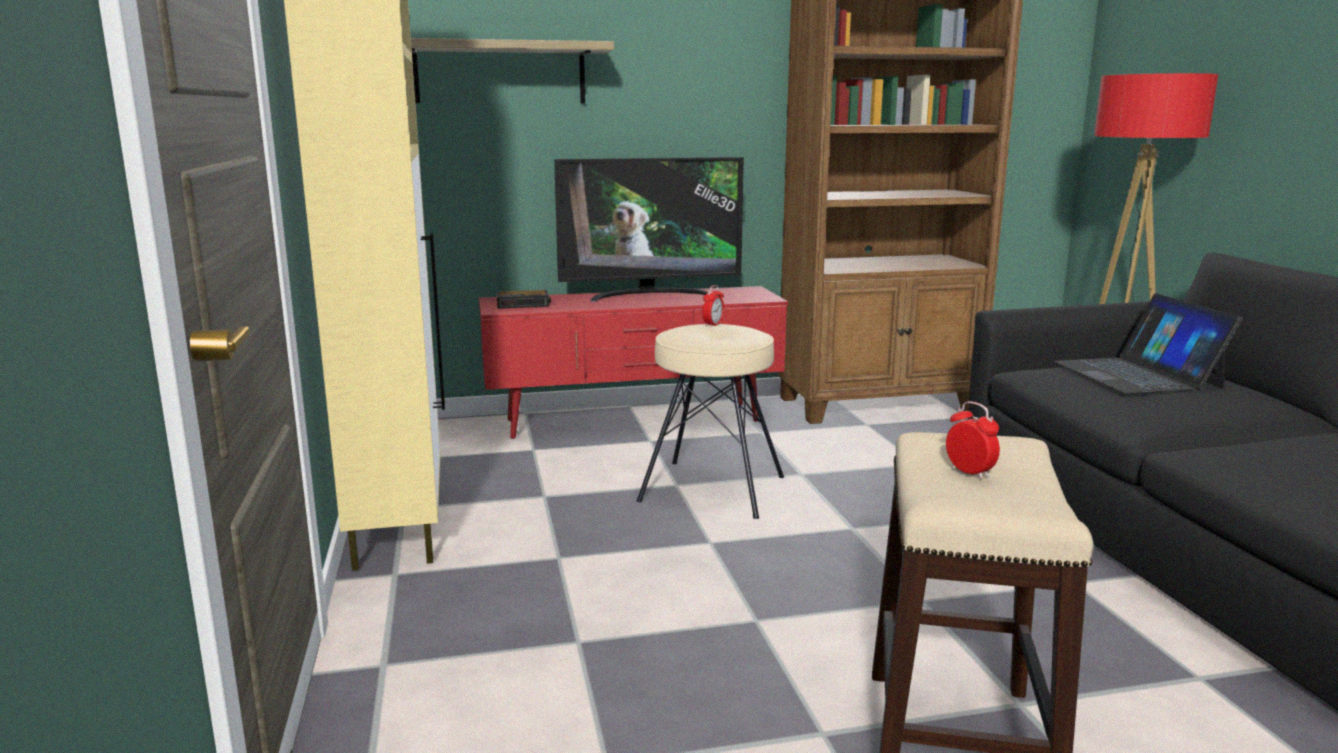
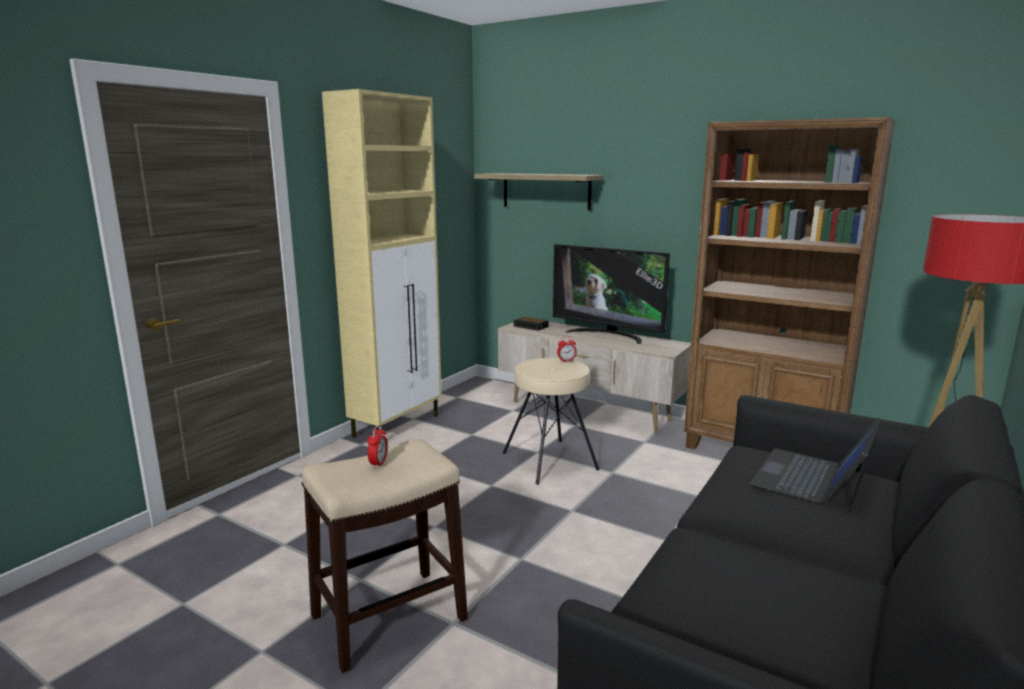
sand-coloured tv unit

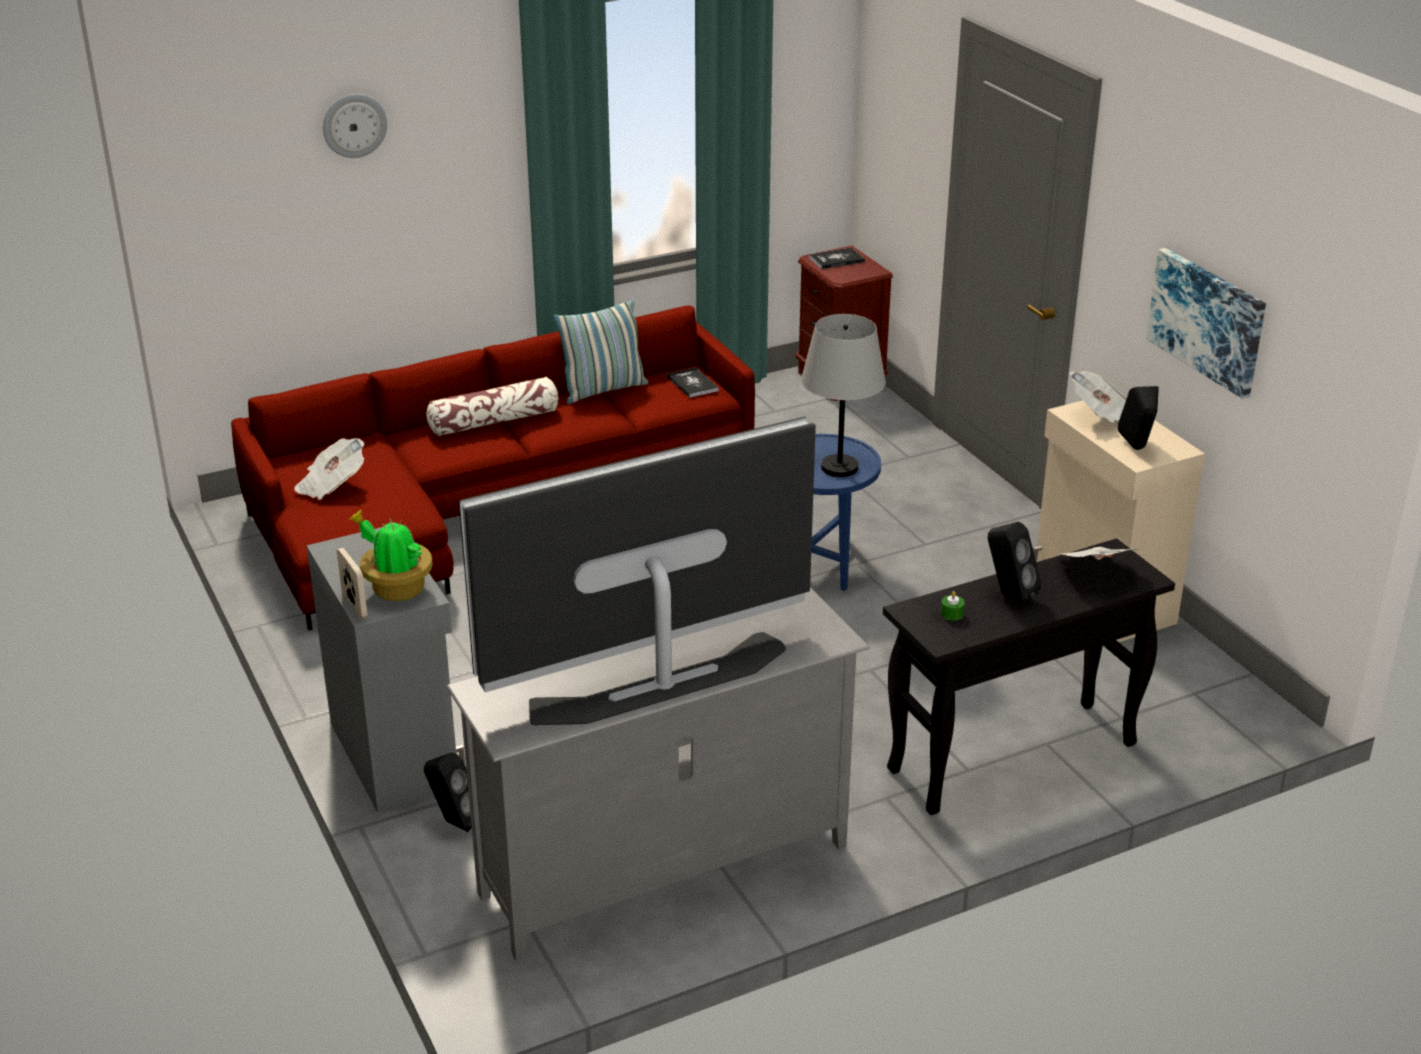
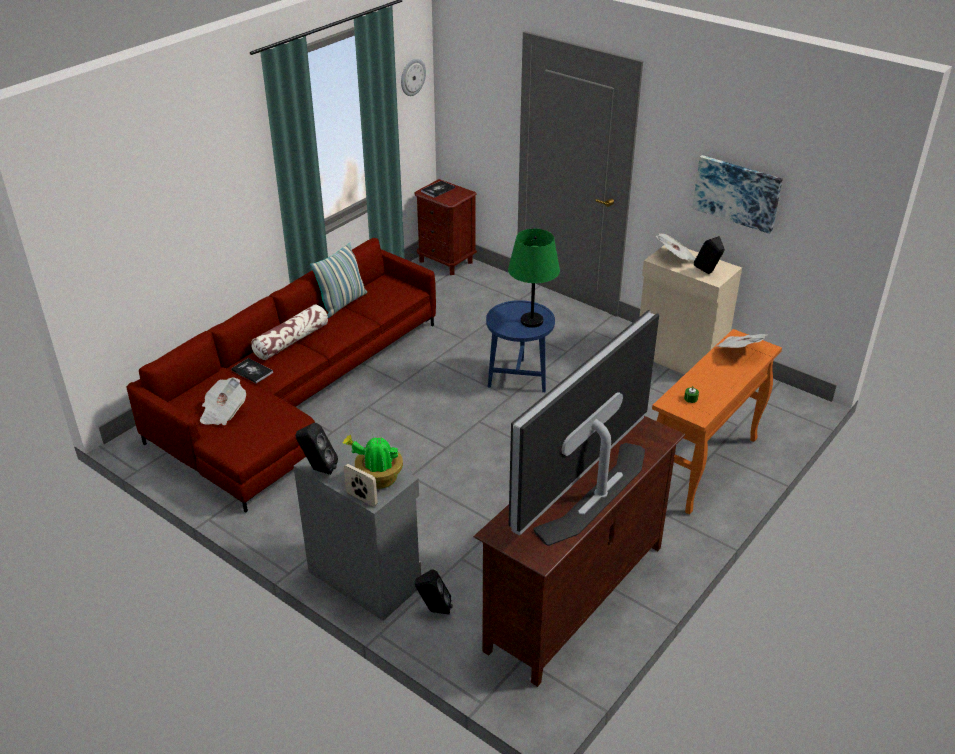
clock on the wall; book (1st from left); blackish audio speaker (1st from left); brownish tv unit; greenish table lamp; orange-coloured hall table

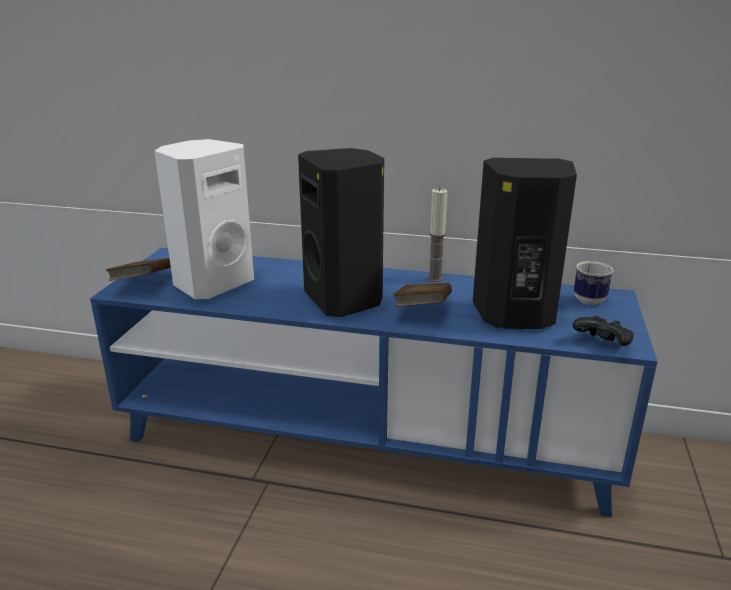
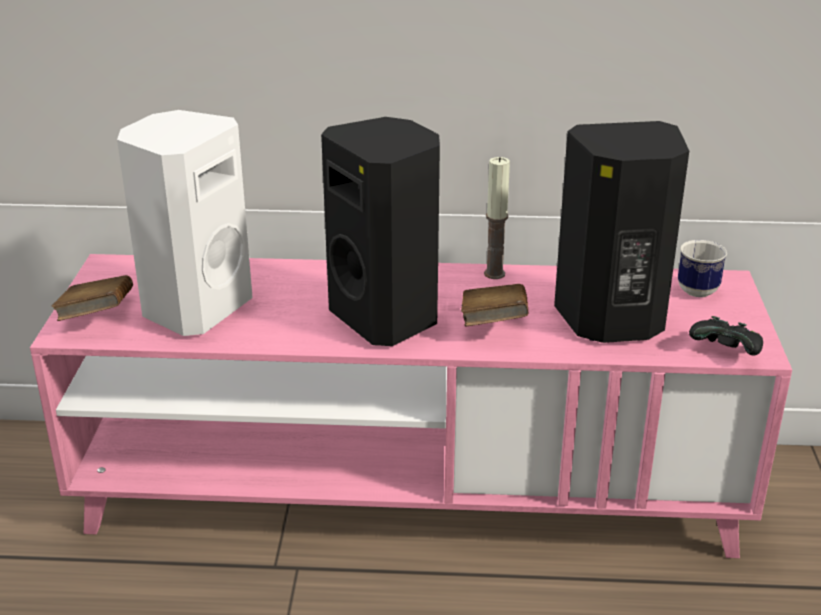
pinkish tv unit

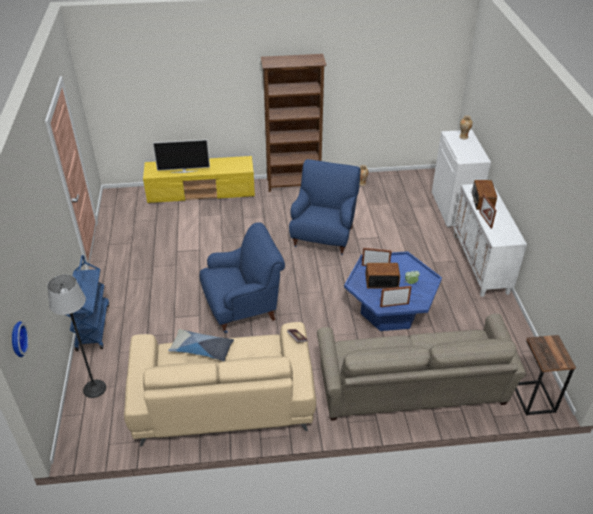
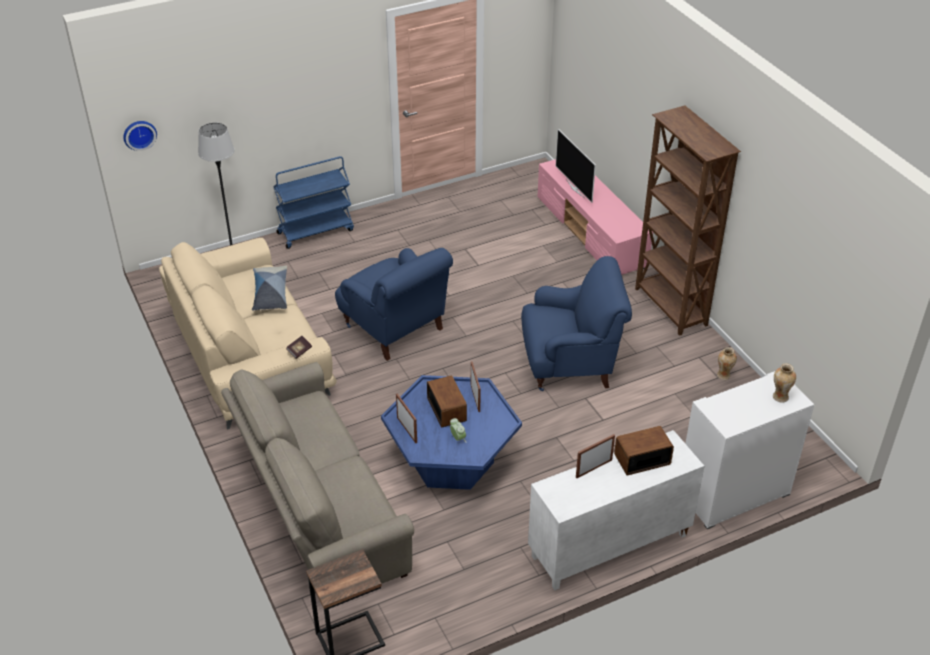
pinkish tv unit

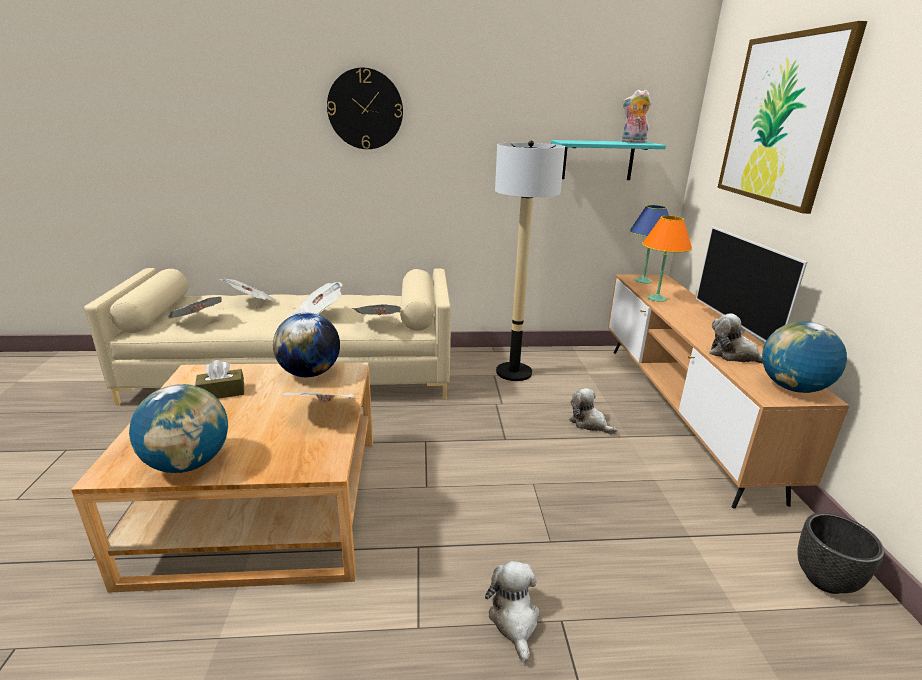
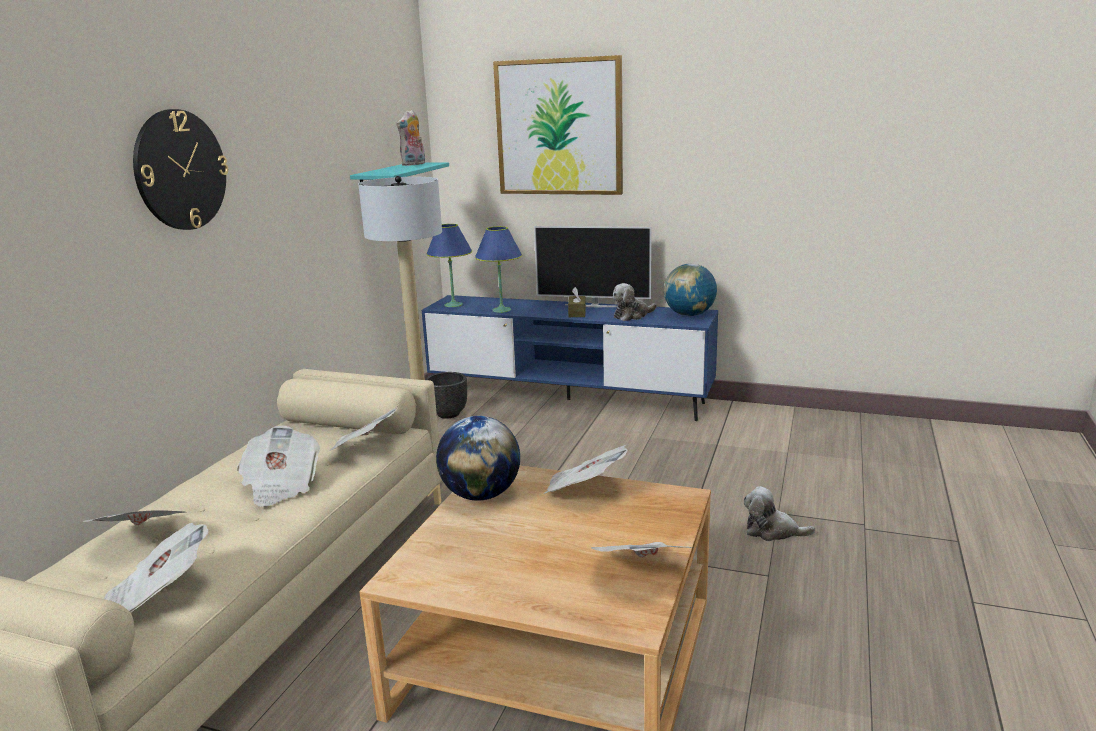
plush toy (2nd from left in the first image); brownish box of tissues; blackish flower pot; daily paper (6th from left); blue tv unit; blue table lamp (2nd from left)

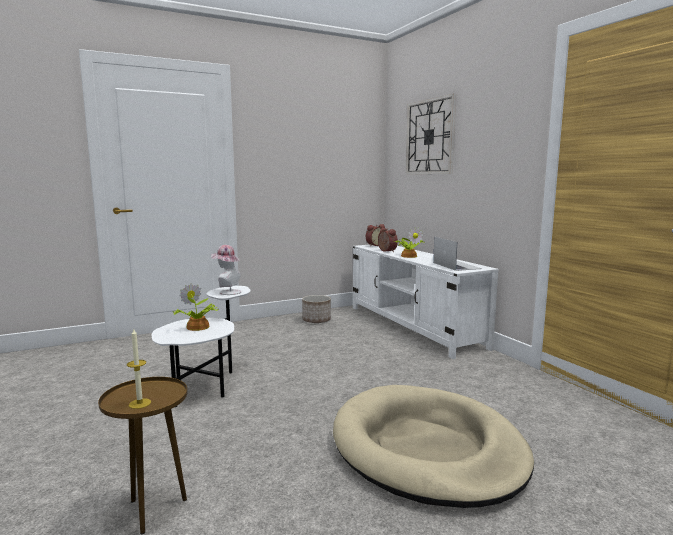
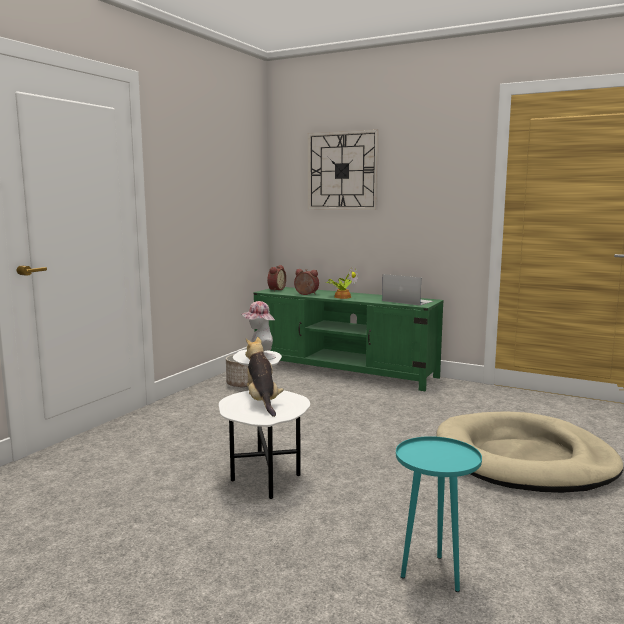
wax candle; plush toy; blue-green end table; greenish tv unit

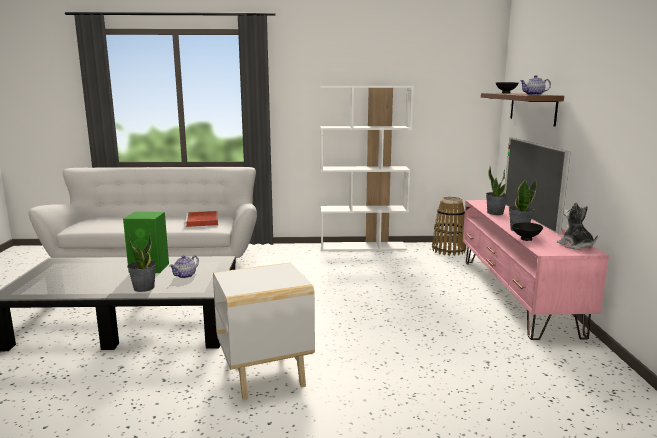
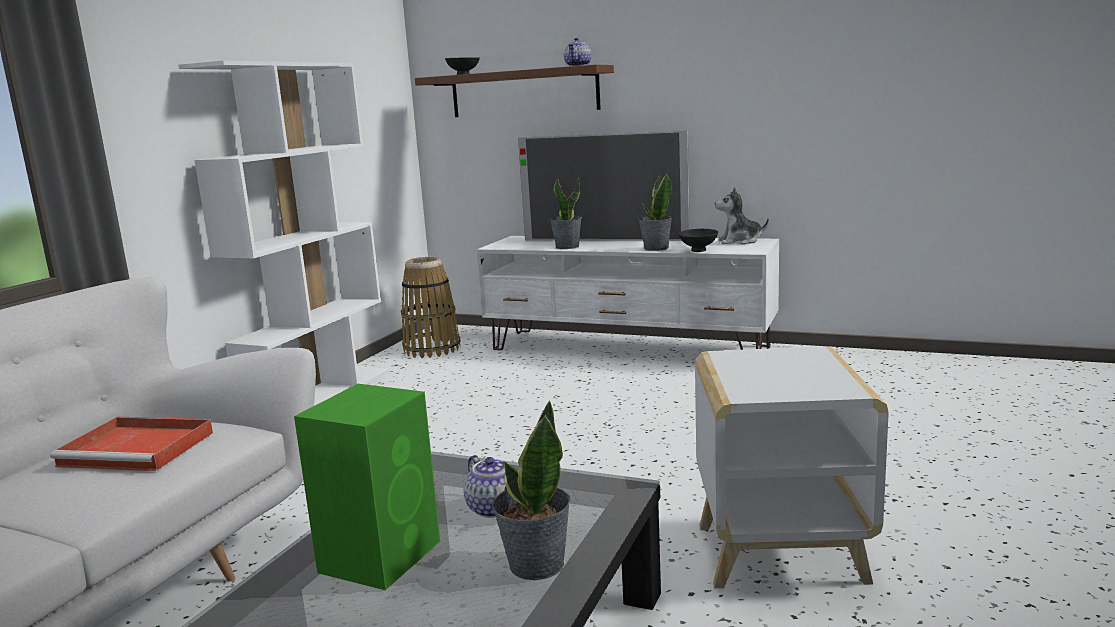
white tv unit

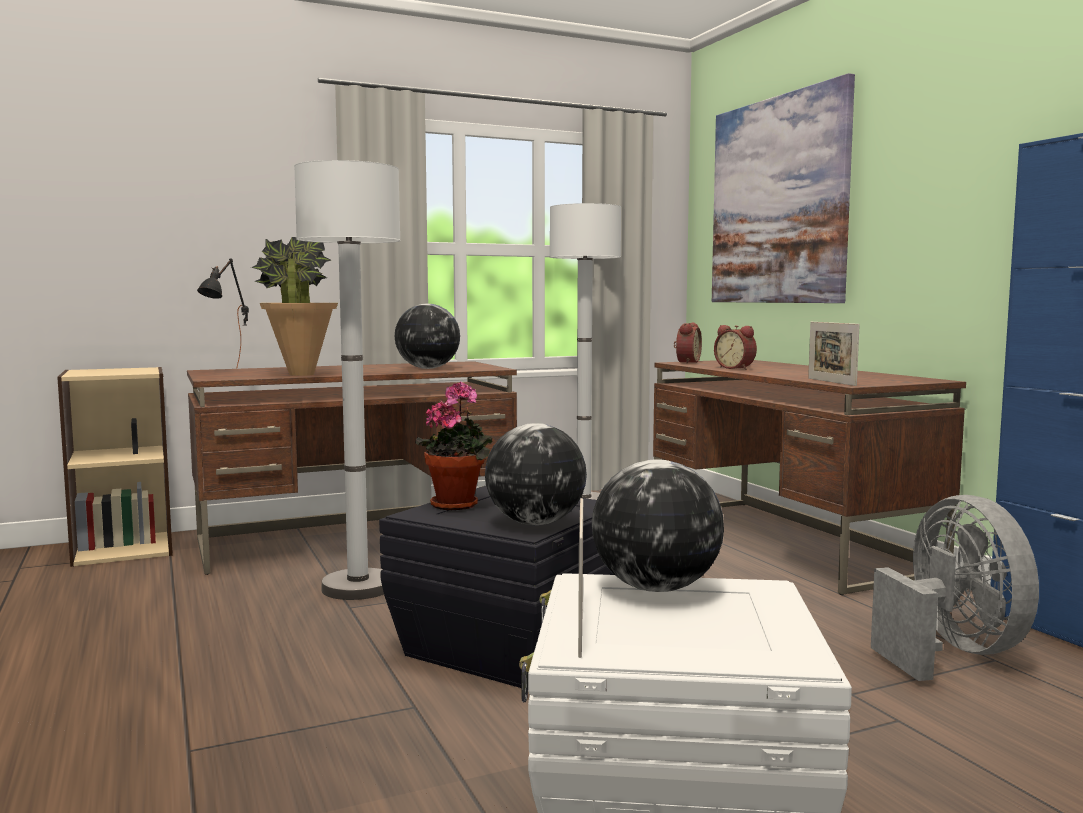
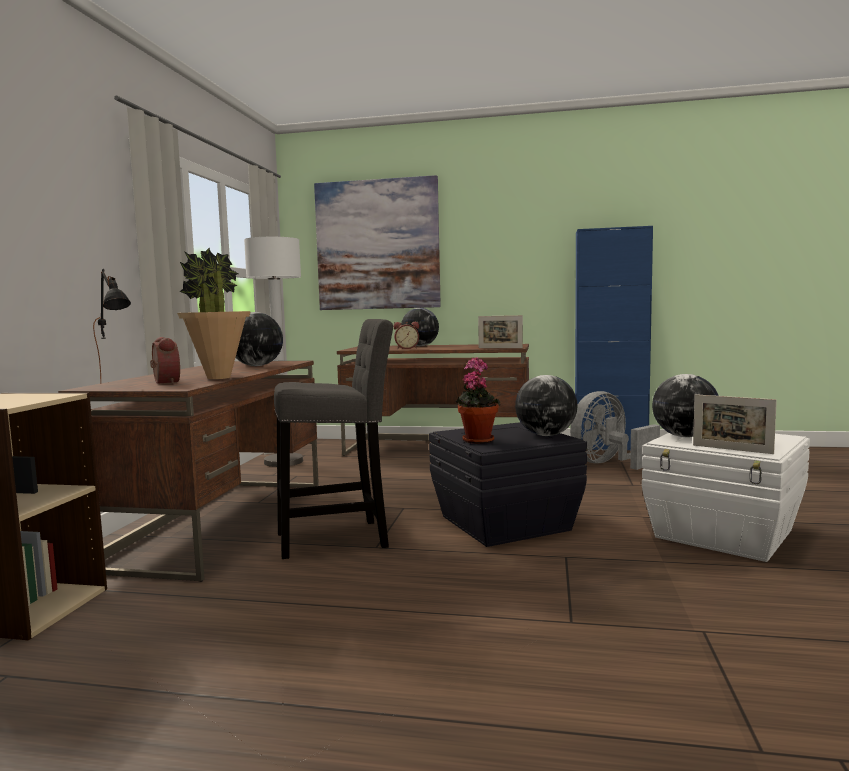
globe (2nd from left); bedside clock (1st from left); gray stool; gray fan

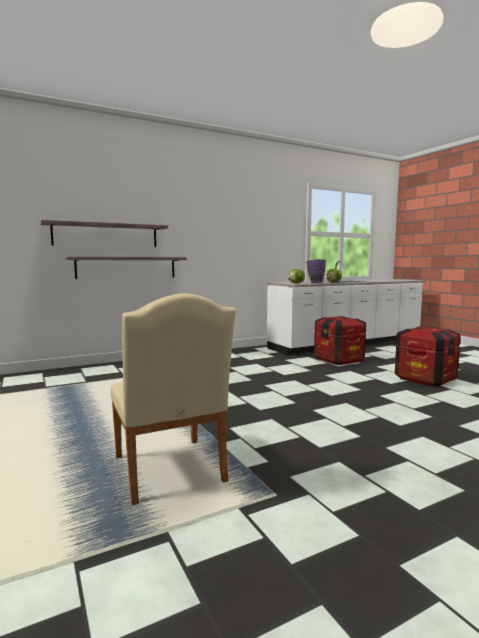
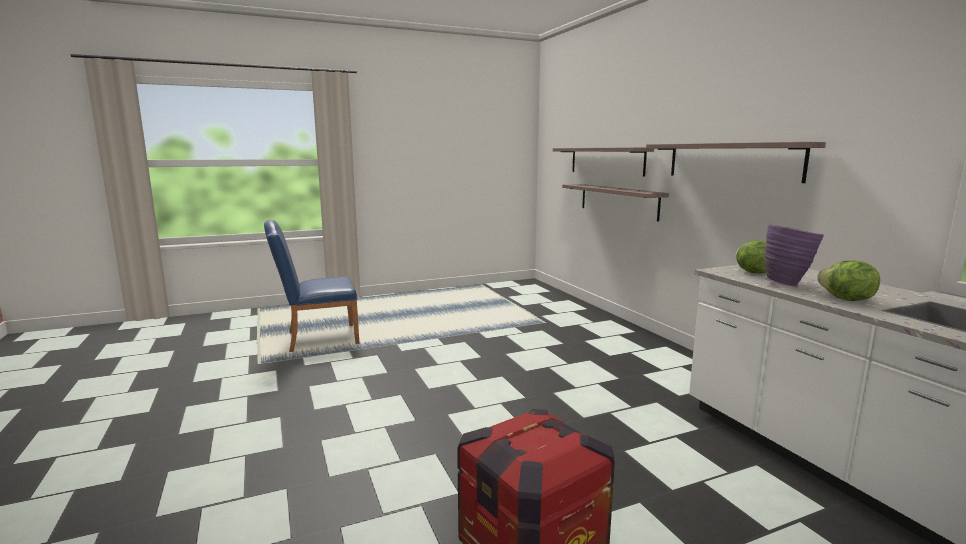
crate (1st from left in the first image); wall shelf (3rd from left); blue chair

